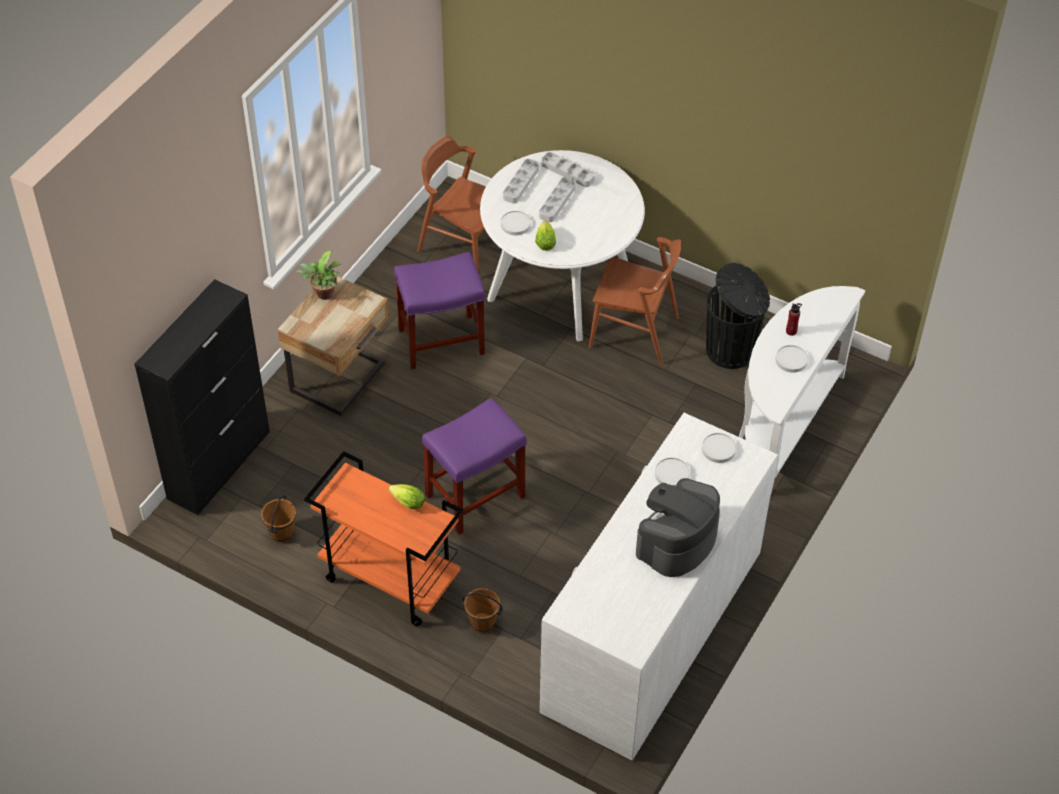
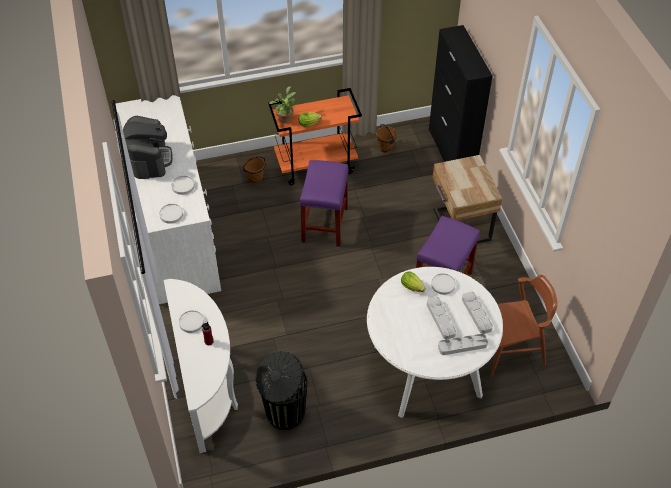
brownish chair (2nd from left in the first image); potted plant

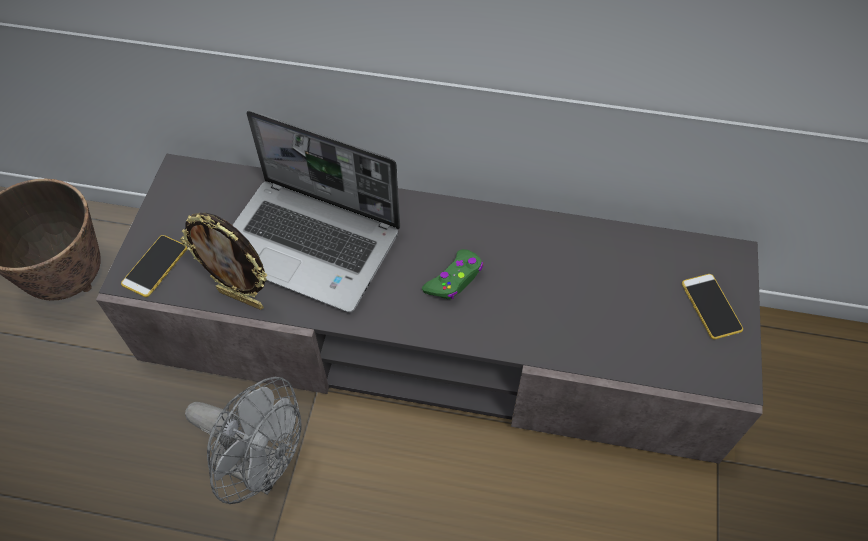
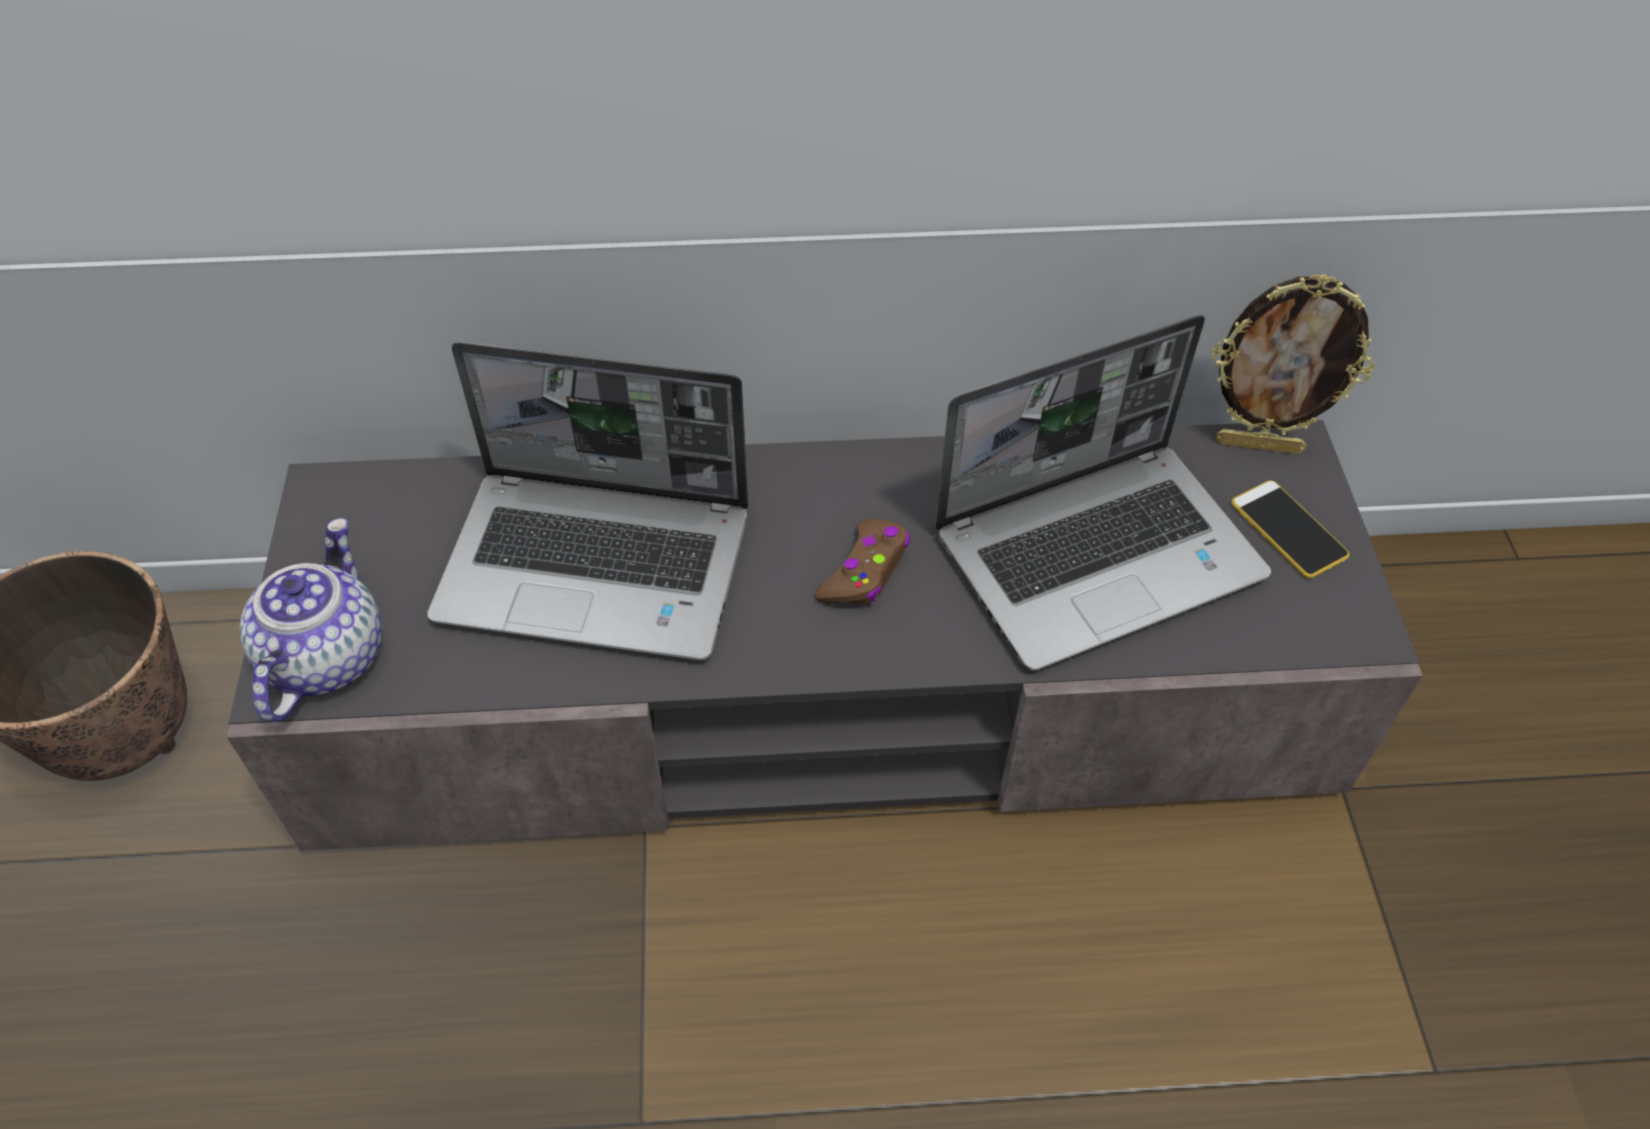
gray fan; portable computer (2nd from left); picture frame; teapot; brownish gamepad

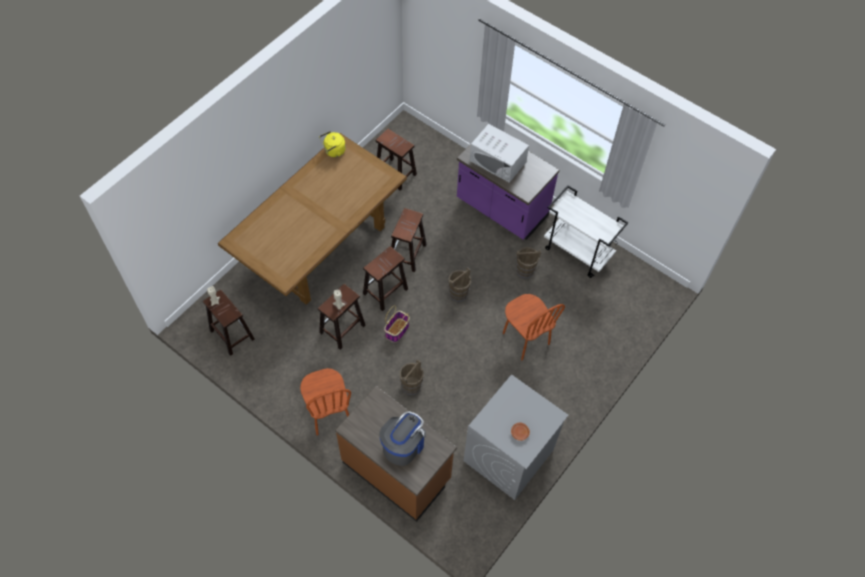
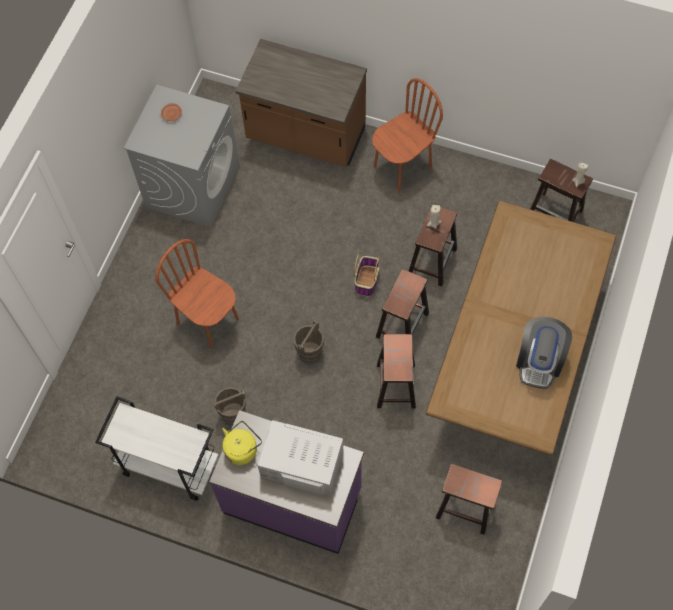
brownish water bucket (1st from left in the first image); yellow-coloured kettle; coffee brewer; brownish chair (2nd from left)

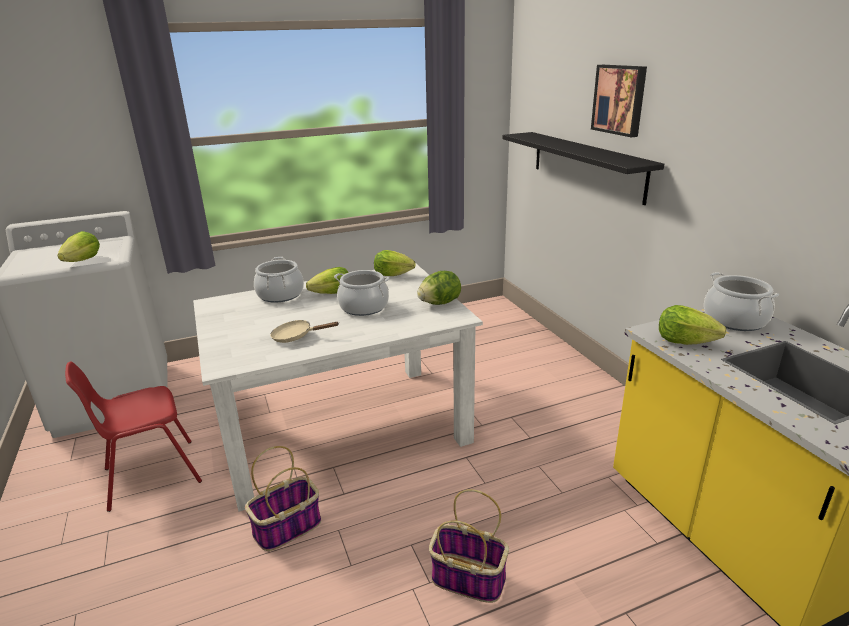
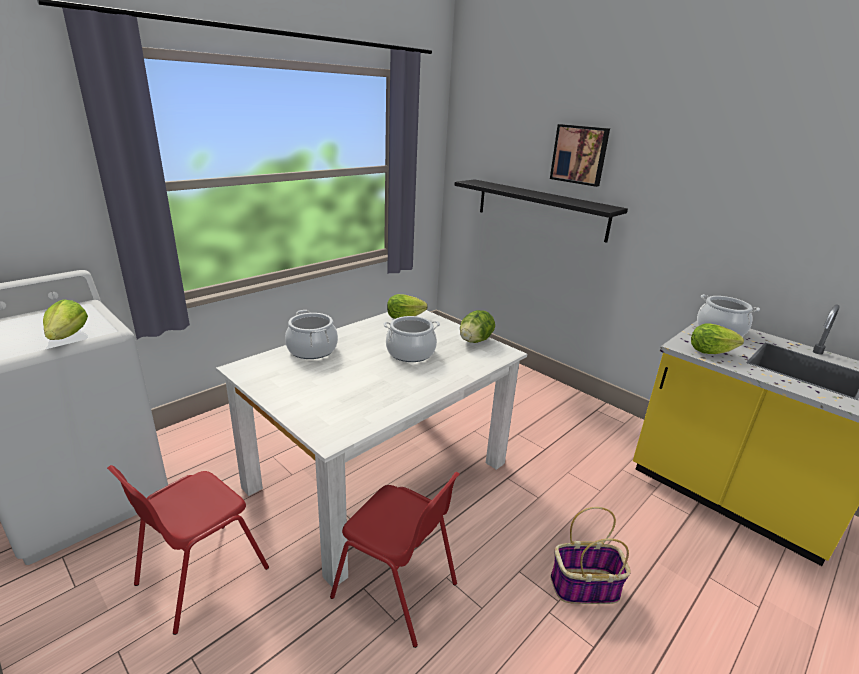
sand-coloured frying pan; head of lettuce (2nd from left in the first image); red-coloured chair (2nd from left)

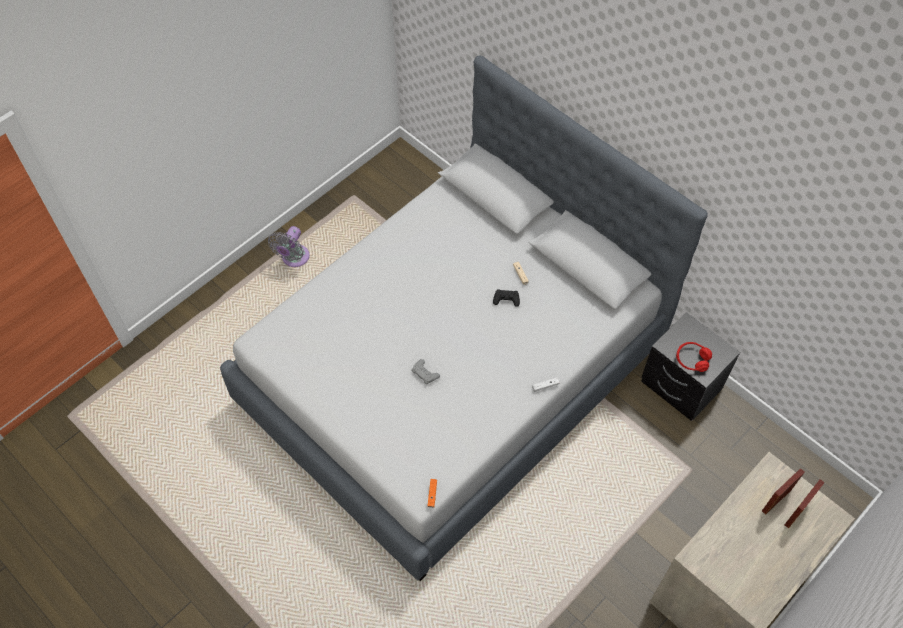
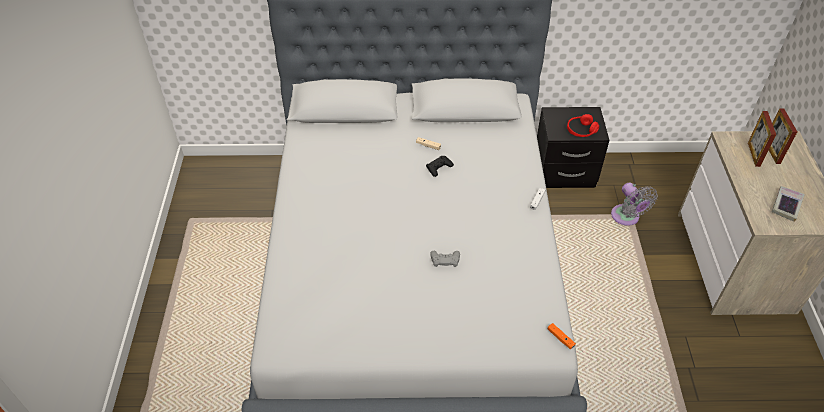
book; gray fan

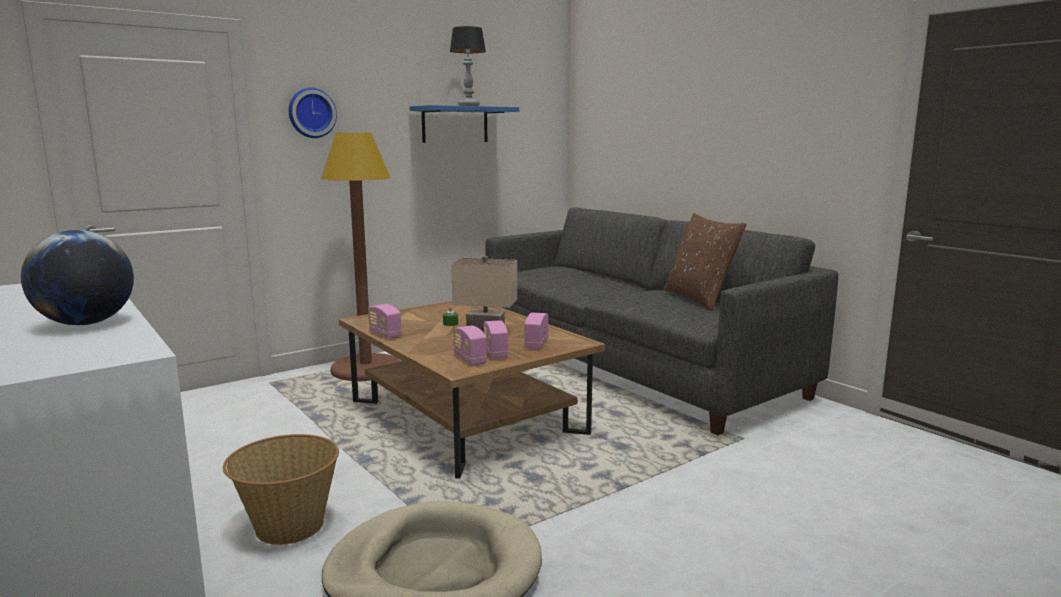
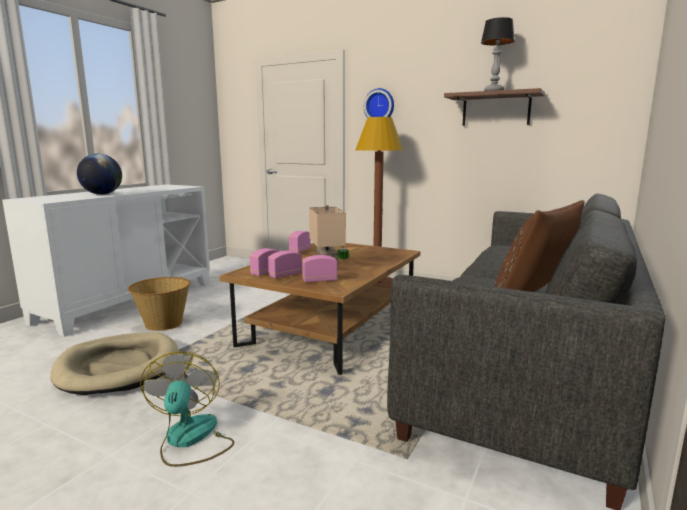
fan; brownish wall shelf

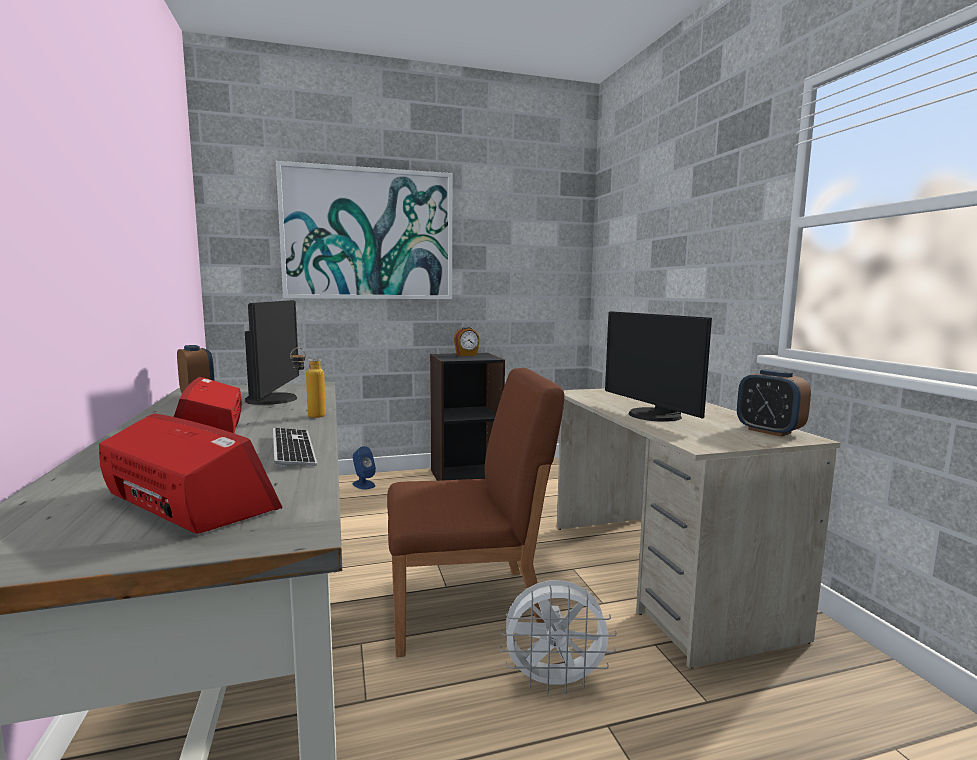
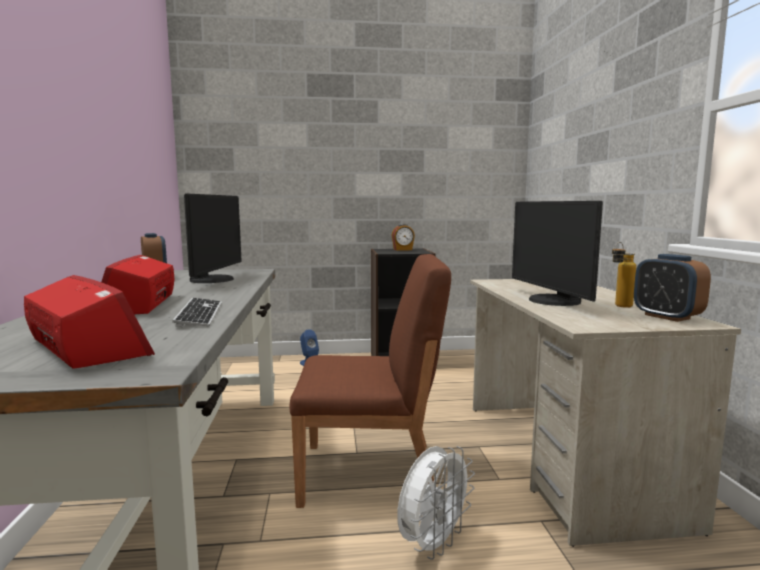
picture; drink bottle; white fan

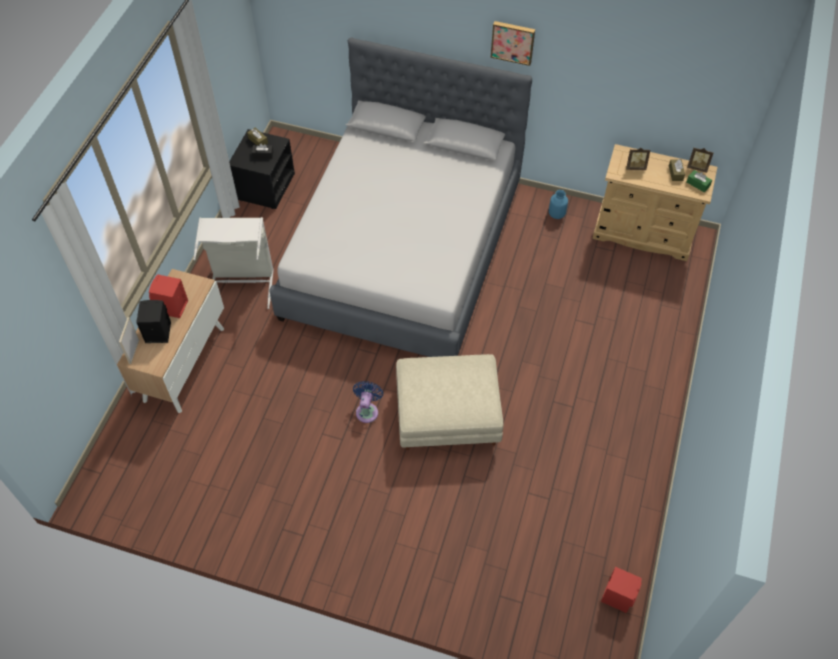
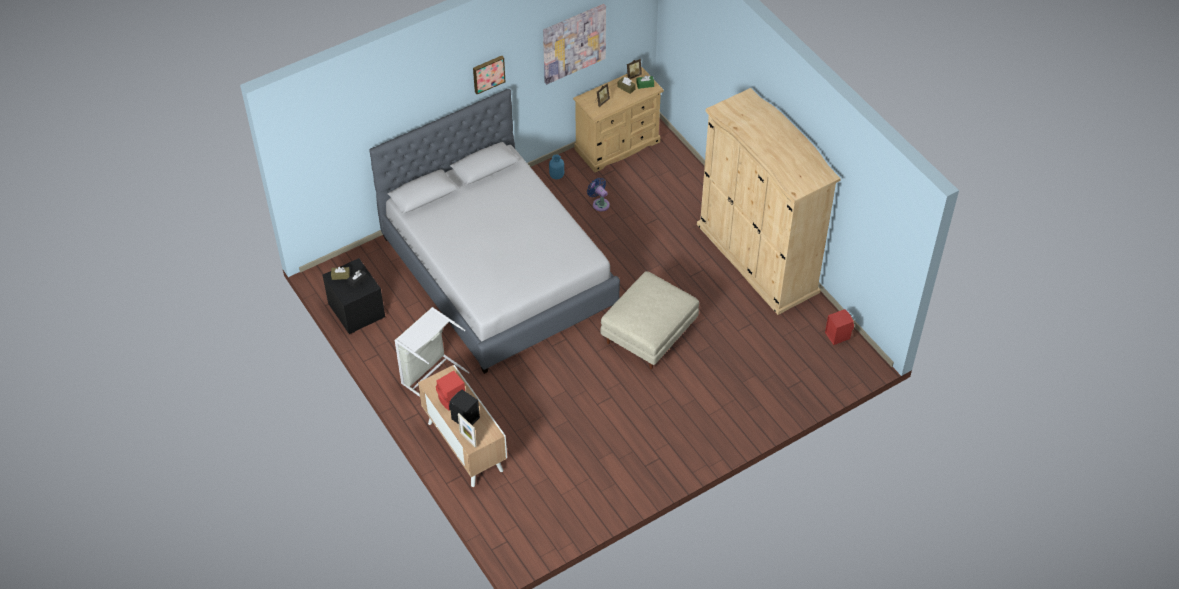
picture (2nd from left); sand-coloured clothes cupboard; blue fan

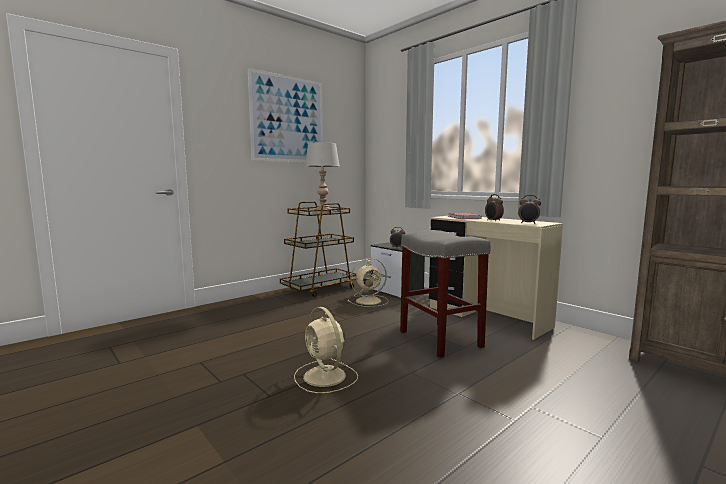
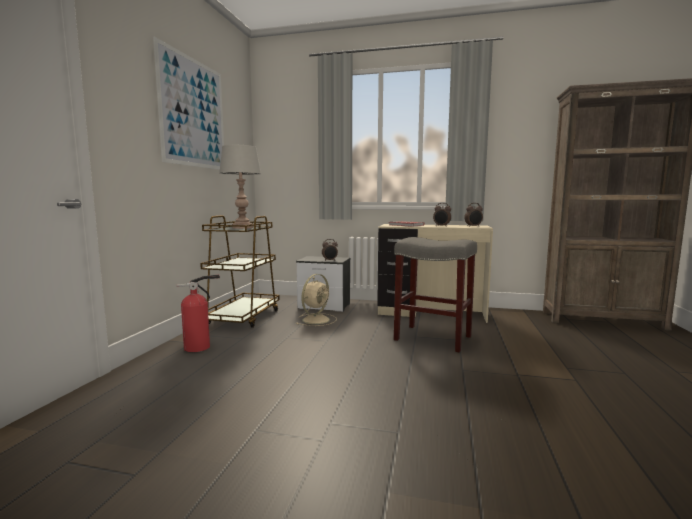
sand-coloured fan (1st from left in the first image); extinguisher

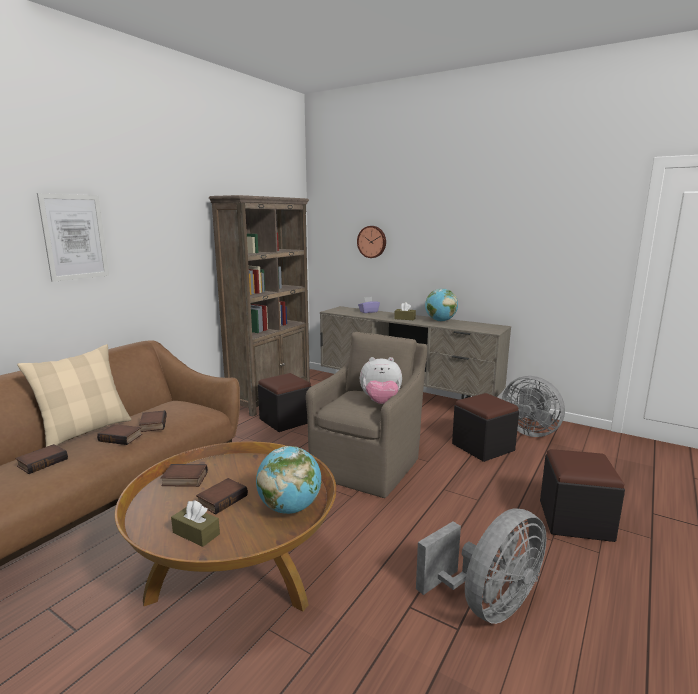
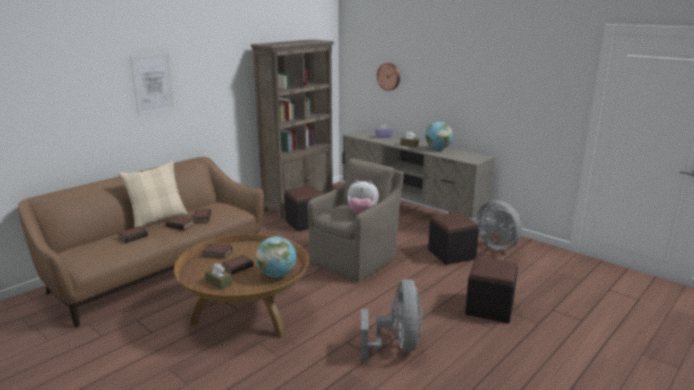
gray fan (1st from left)

